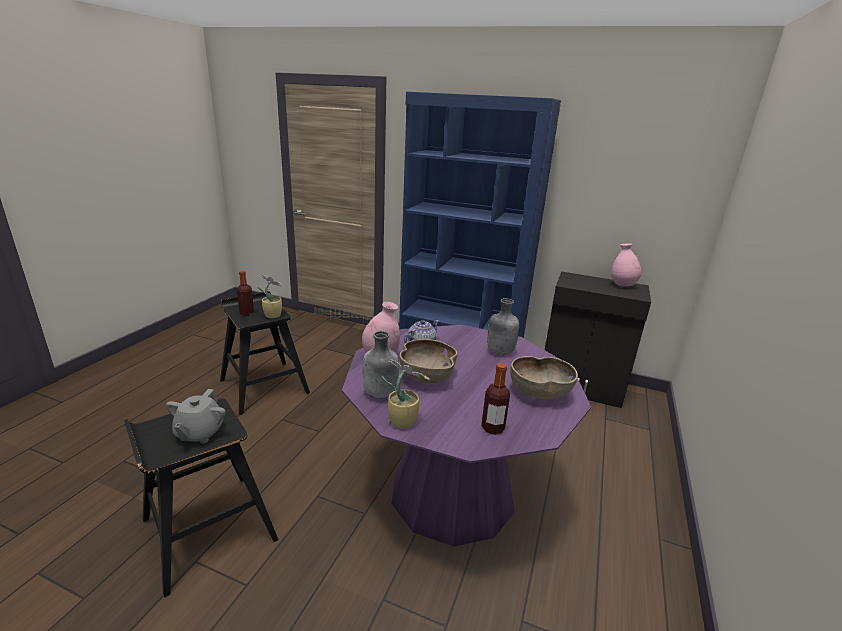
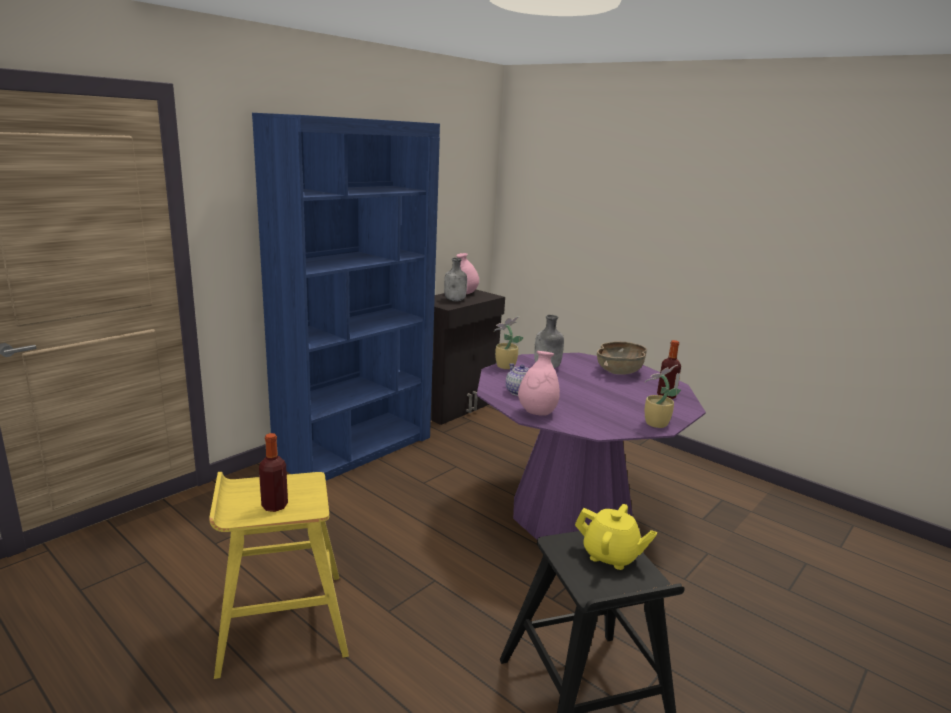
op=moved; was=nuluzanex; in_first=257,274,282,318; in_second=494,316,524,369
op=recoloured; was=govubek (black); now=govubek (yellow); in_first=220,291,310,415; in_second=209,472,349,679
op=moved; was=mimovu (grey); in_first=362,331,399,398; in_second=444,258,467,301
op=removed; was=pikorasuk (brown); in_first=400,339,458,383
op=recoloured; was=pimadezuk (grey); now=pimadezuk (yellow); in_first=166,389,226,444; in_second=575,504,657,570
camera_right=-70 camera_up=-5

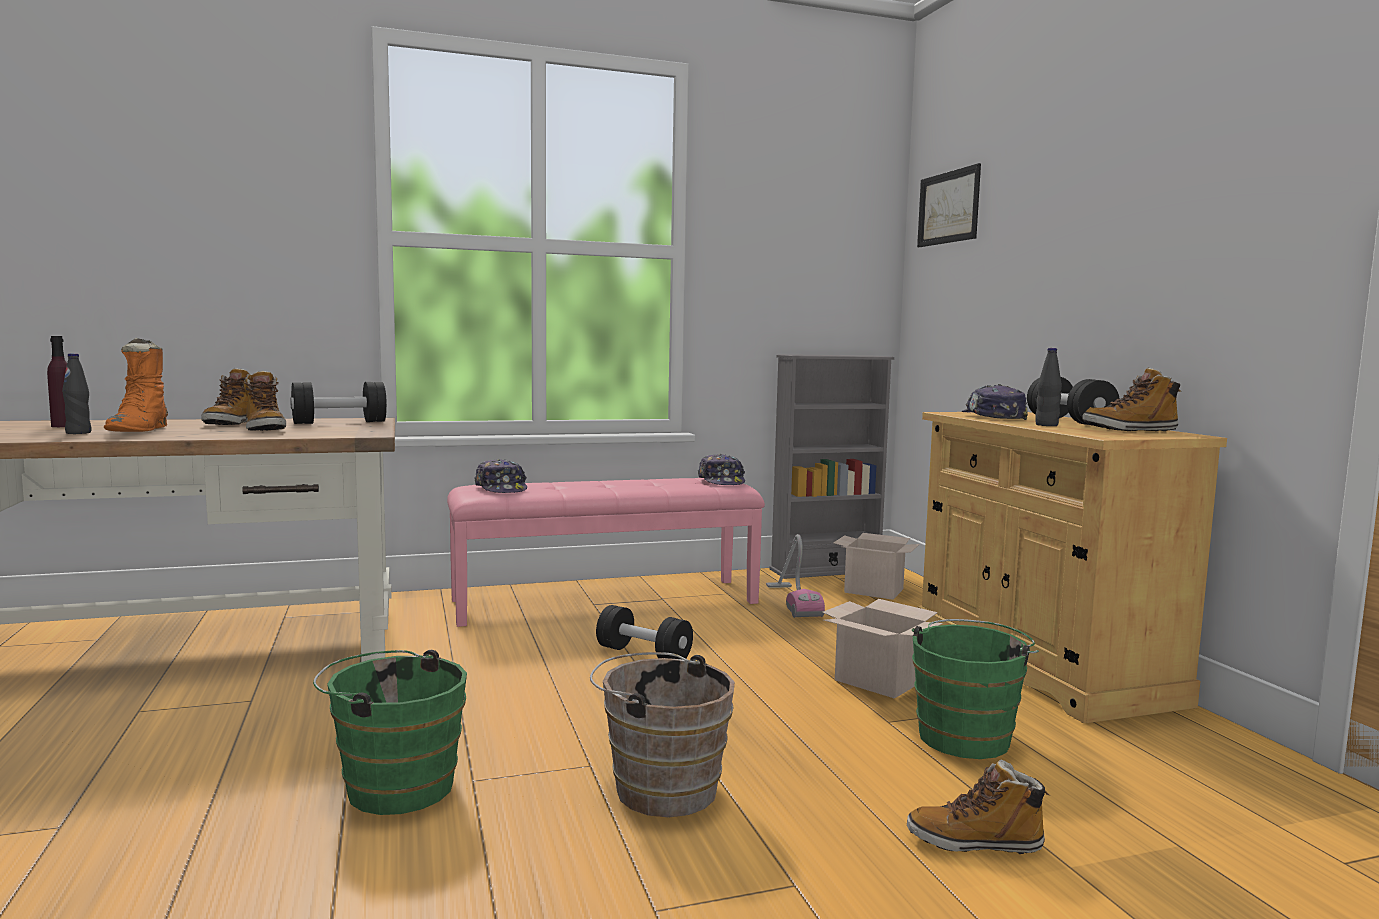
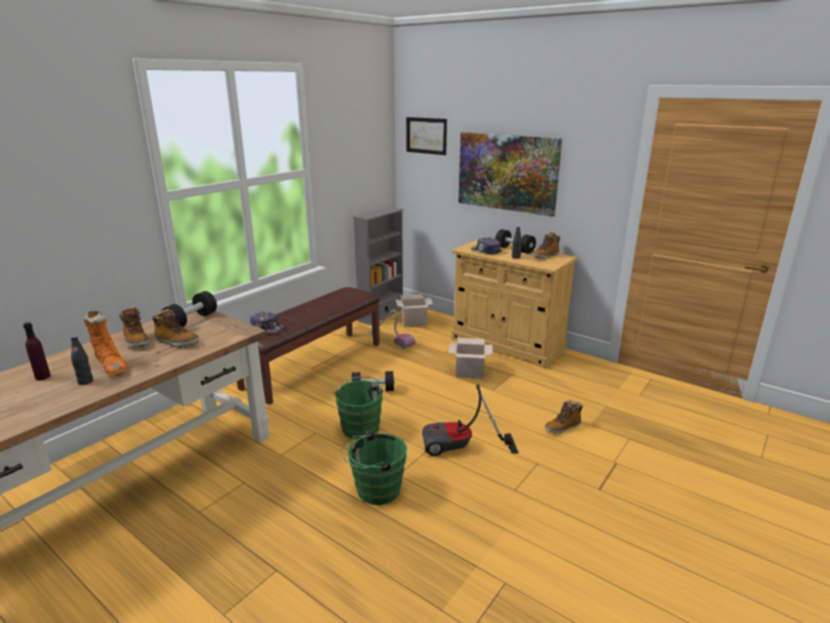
op=removed; was=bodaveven; in_first=698,453,745,485
op=recoloured; was=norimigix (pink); now=norimigix (brown); in_first=447,478,765,627; in_second=237,287,380,405
op=moved; was=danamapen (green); in_first=912,619,1039,759; in_second=333,377,386,440
op=replaced; was=danamapen (brown); now=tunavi; in_first=590,652,735,817; in_second=422,384,518,456
op=added; now=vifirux; in_second=458,132,562,217
camera_right=-35 camera_up=15

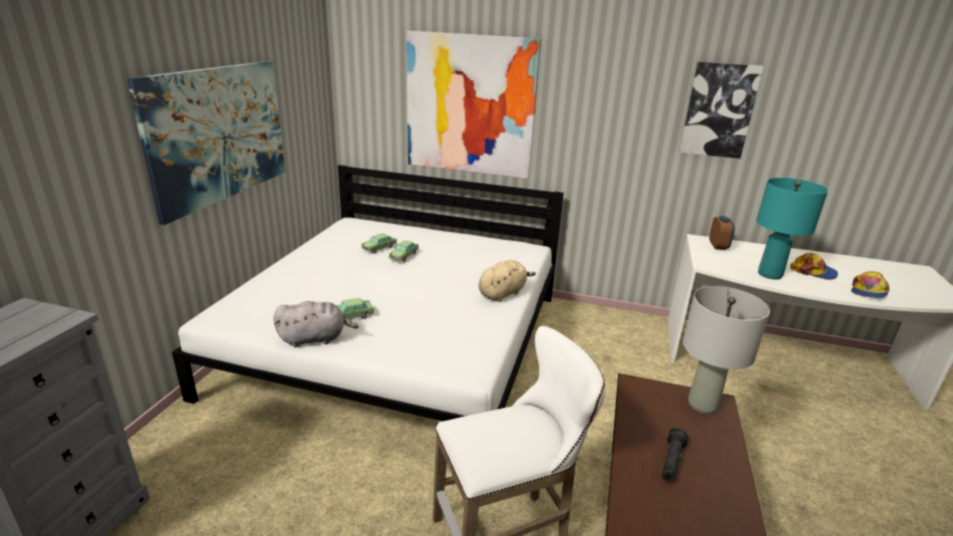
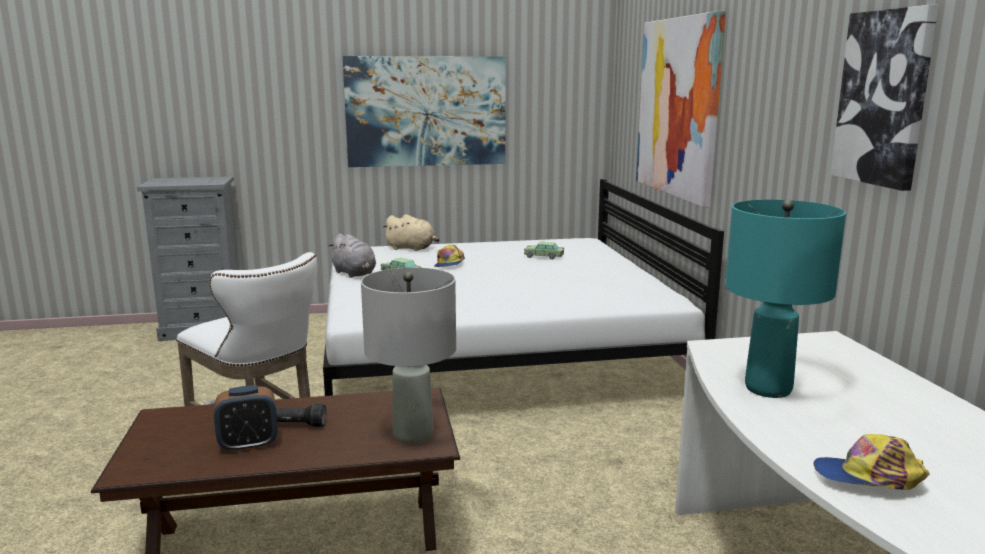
op=moved; was=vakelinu; in_first=709,216,735,250; in_second=214,385,278,453
op=removed; was=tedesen; in_first=389,240,418,262
op=moved; was=bodaveven; in_first=790,253,838,280; in_second=434,245,465,267
op=moved; was=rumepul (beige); in_first=479,260,536,302; in_second=382,214,440,251
camera_right=65 camera_up=-10

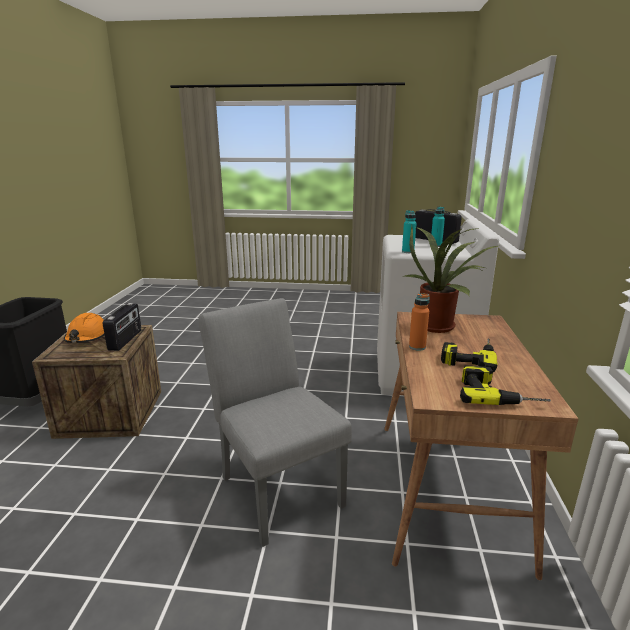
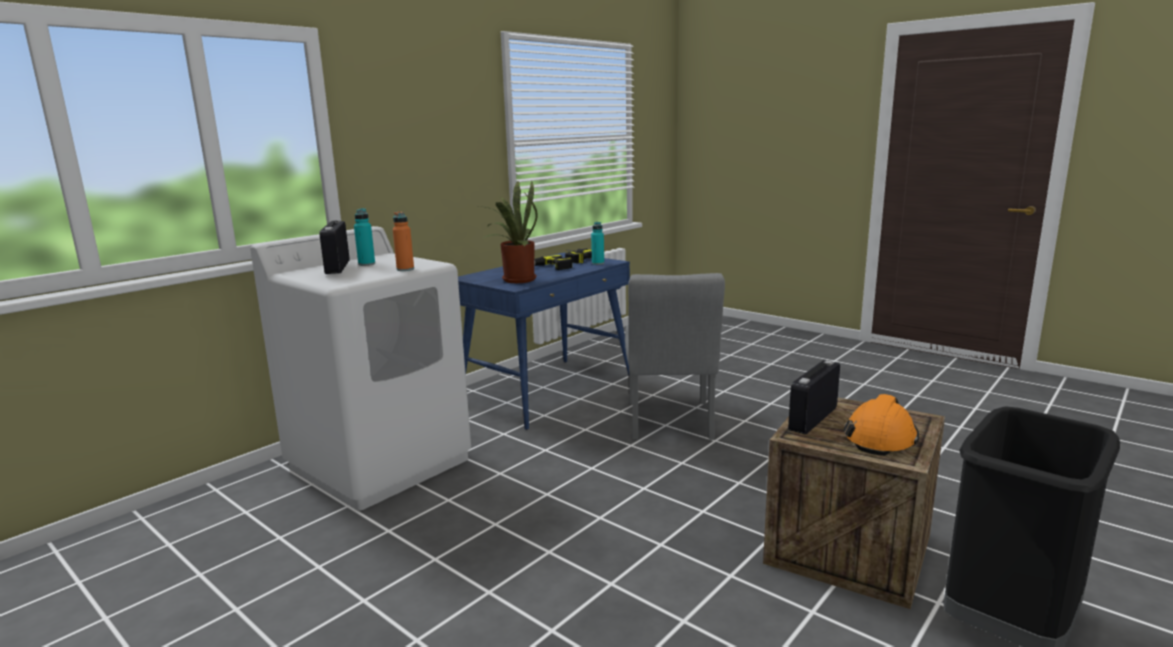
op=moved; was=mimovu (turquoise); in_first=402,210,417,253; in_second=591,222,604,265
op=moved; was=mimovu (orange); in_first=409,293,430,351; in_second=393,211,414,271
op=recoloured; was=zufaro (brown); now=zufaro (blue); in_first=384,312,579,580; in_second=458,253,630,430
camera_right=-145 camera_up=-5

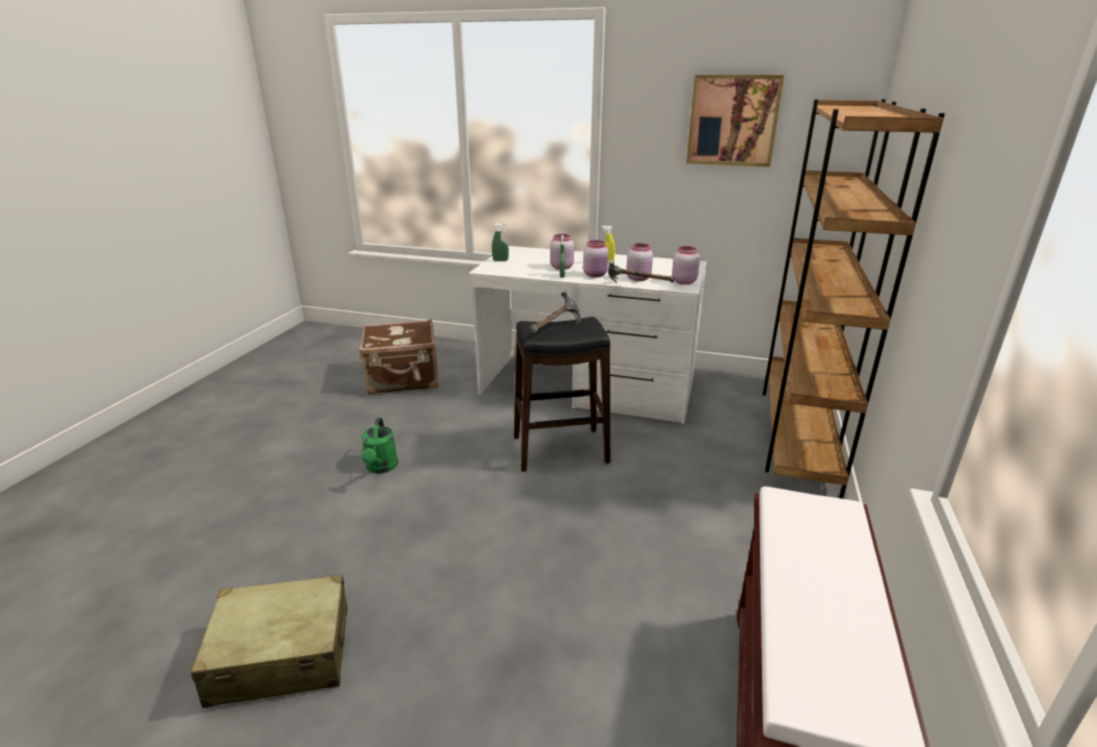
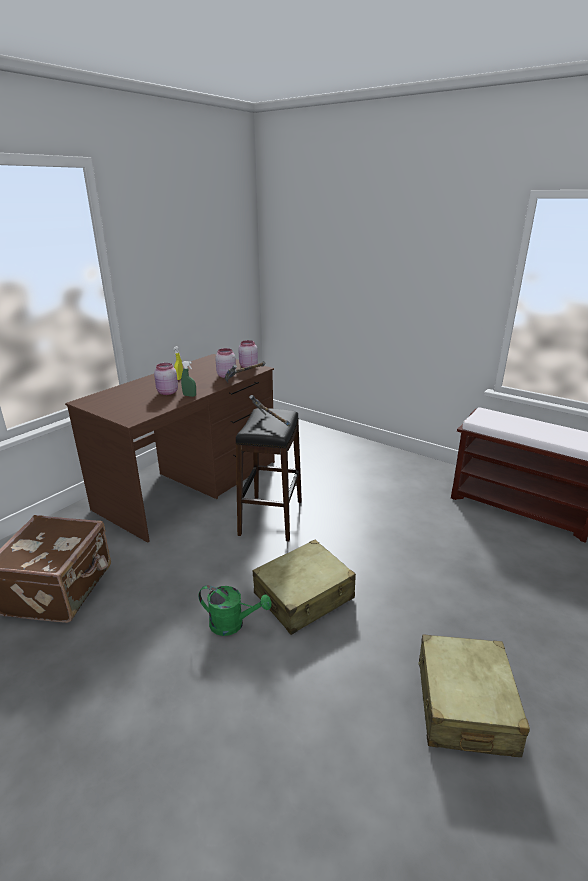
op=removed; was=vifirux; in_first=686,75,784,167
op=removed; was=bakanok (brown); in_first=762,99,945,499
op=removed; was=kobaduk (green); in_first=492,223,509,261
op=removed; was=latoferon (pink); in_first=583,240,608,277
op=recoloured; was=zufaro (white); now=zufaro (brown); in_first=469,246,707,424; in_second=65,354,275,543
op=added; now=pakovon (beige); in_second=253,540,356,635
camera_right=-70 camera_up=0

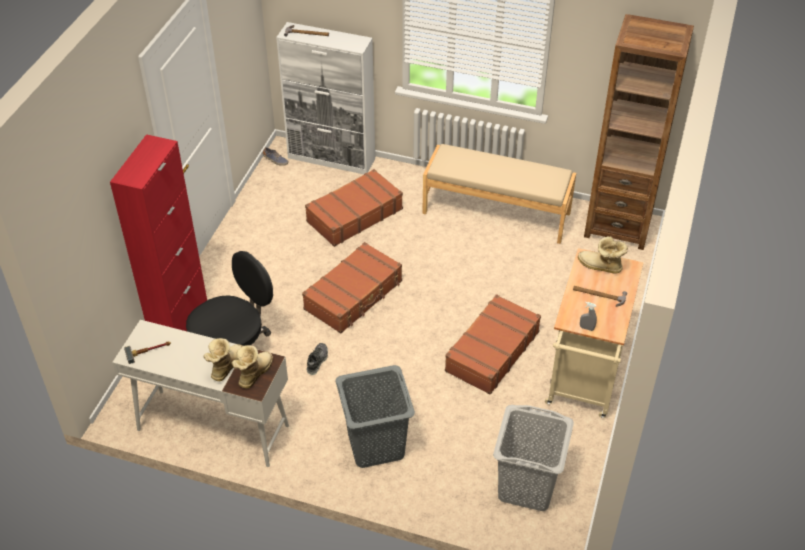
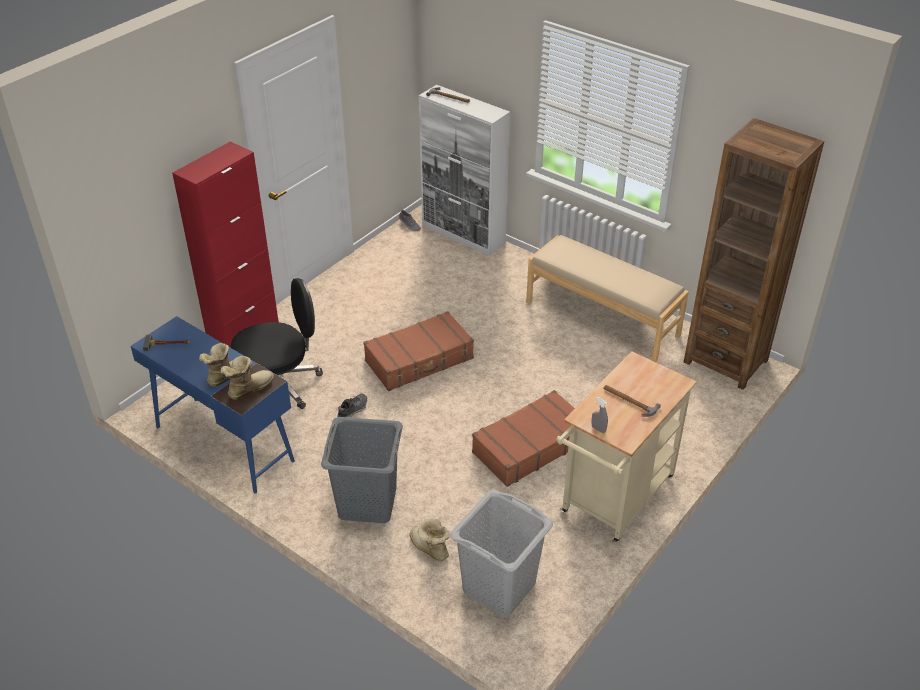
op=removed; was=pakovon (brown); in_first=305,169,403,247
op=moved; was=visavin; in_first=578,236,628,273; in_second=410,519,449,561
op=recoloured; was=zufaro (white); now=zufaro (blue); in_first=112,320,289,467; in_second=131,316,295,493
camera_right=20 camera_up=-5

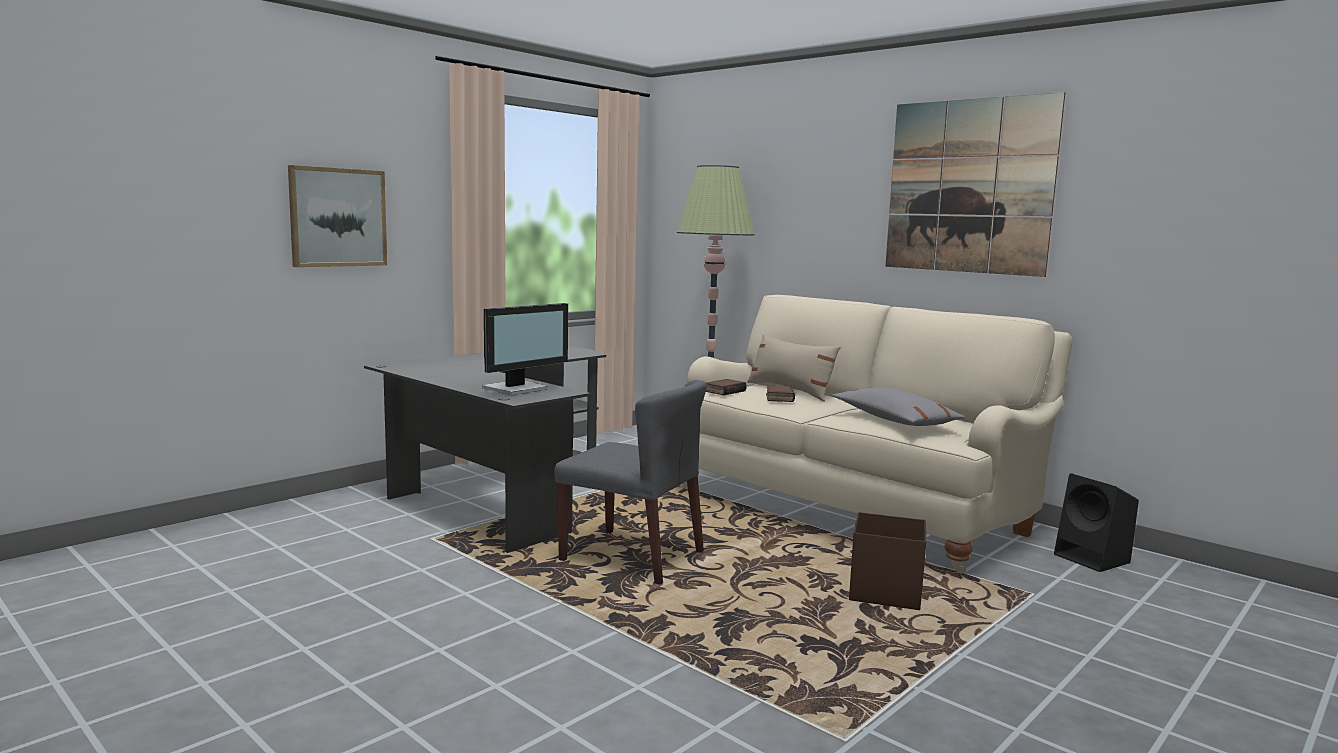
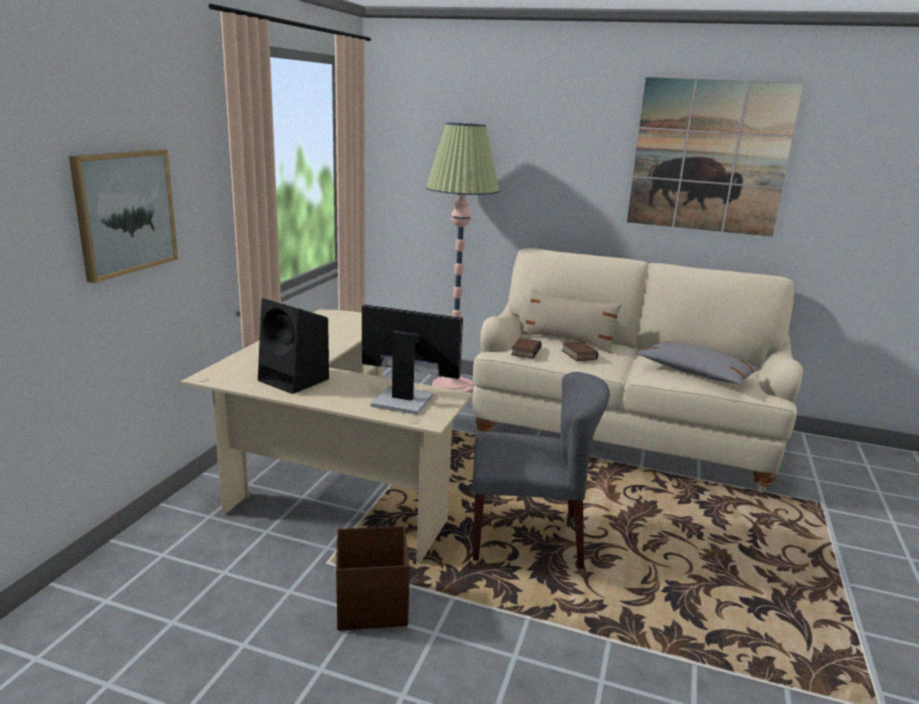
op=turned; was=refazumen; in_first=482,303,568,395; in_second=362,304,463,415; clockwise=-90
op=recoloured; was=zufaro (black); now=zufaro (beige); in_first=364,346,606,553; in_second=181,310,473,564
op=moved; was=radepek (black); in_first=1054,473,1139,572; in_second=258,298,329,394
op=moved; was=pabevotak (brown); in_first=849,512,926,610; in_second=336,526,410,631
camera_right=-25 camera_up=10

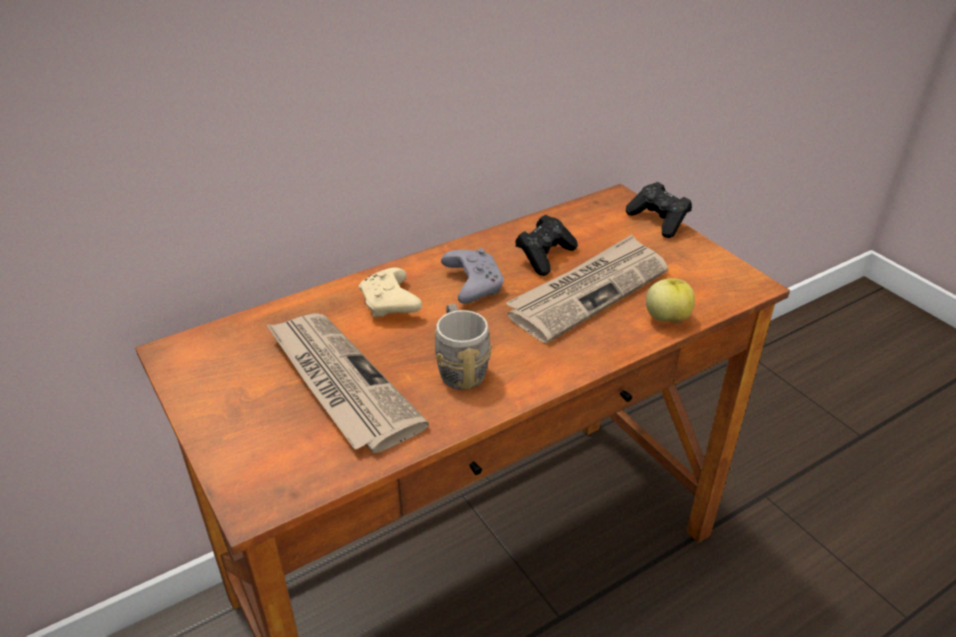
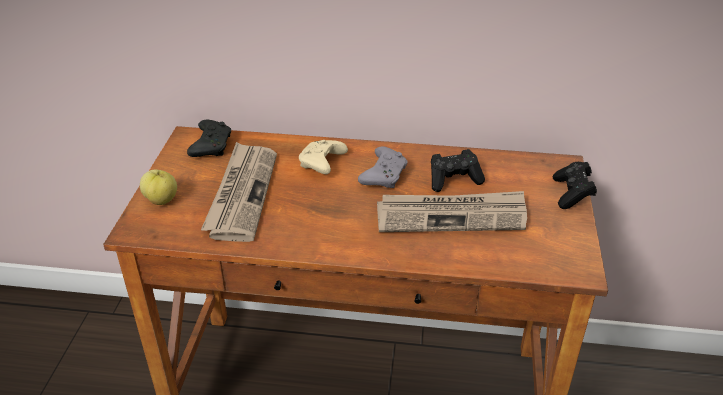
op=moved; was=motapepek; in_first=646,278,695,323; in_second=140,169,177,205
op=removed; was=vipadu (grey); in_first=435,304,492,390
op=added; now=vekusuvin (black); in_second=187,120,231,157
camera_right=40 camera_up=0

